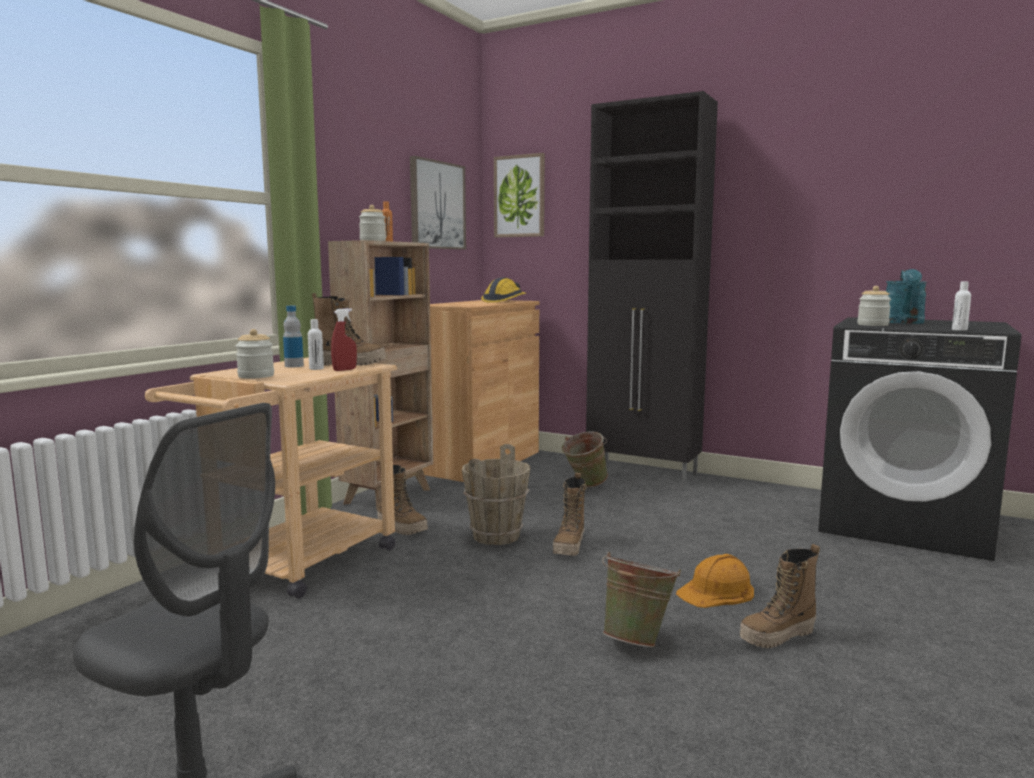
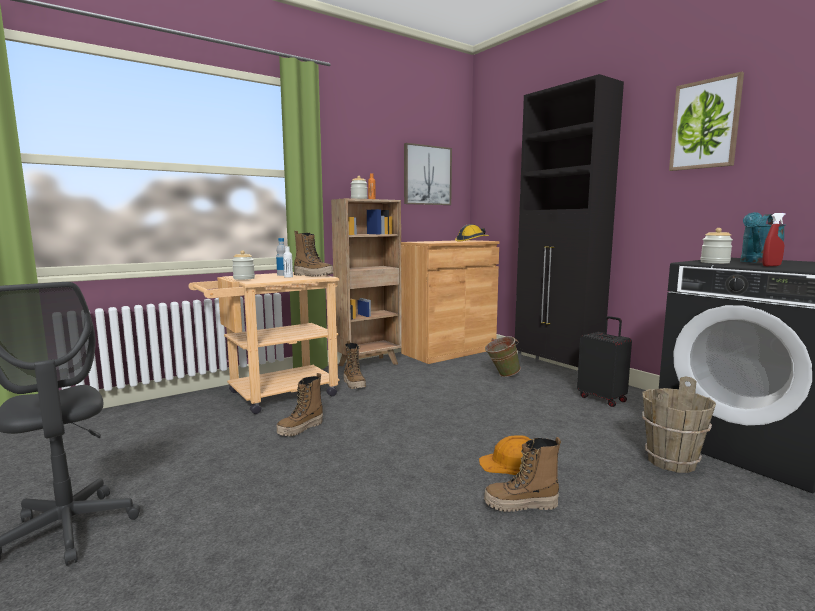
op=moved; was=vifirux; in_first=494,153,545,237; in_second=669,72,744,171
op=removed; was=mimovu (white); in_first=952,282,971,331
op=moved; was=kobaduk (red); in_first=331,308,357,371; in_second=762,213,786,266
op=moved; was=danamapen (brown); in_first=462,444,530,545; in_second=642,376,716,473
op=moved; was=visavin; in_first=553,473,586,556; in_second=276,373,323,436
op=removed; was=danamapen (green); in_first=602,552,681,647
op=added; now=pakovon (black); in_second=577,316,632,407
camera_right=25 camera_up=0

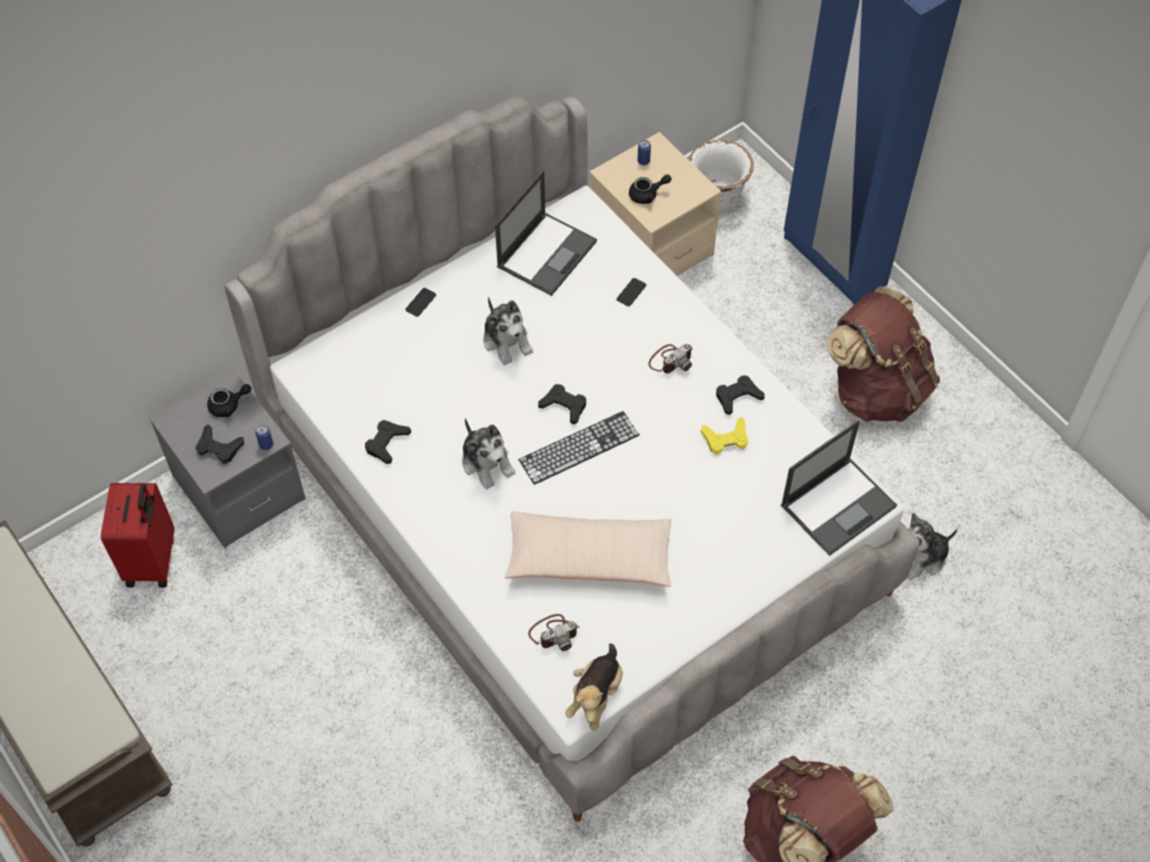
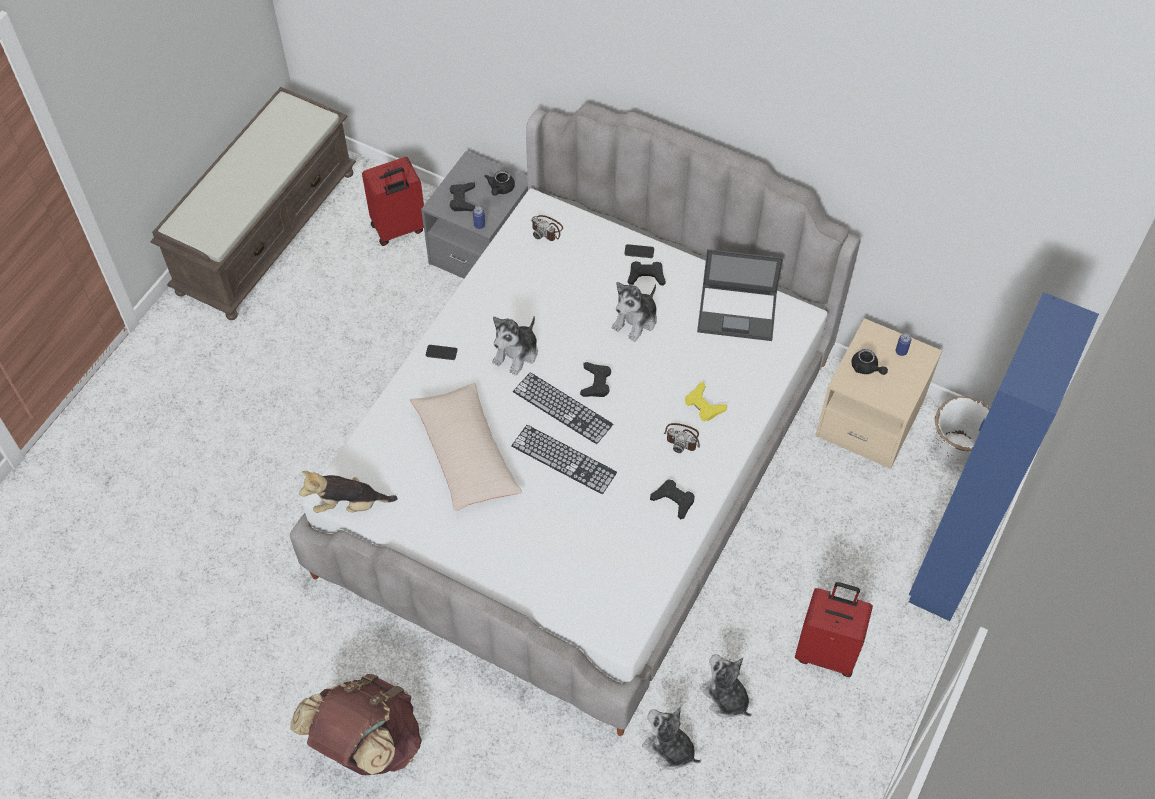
op=moved; was=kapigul; in_first=616,278,646,306; in_second=426,345,457,360
op=replaced; was=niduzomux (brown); now=pakovon (red); in_first=826,286,940,422; in_second=795,582,873,677
op=turned; was=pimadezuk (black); in_first=207,384,251,417; in_second=484,171,515,196; clockwise=60
op=moved; was=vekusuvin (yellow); in_first=701,417,748,455; in_second=685,382,727,421
op=moved; was=vekusuvin (black); in_first=365,420,411,464; in_second=628,261,666,286
op=removed; was=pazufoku; in_first=781,420,897,556
op=moved; was=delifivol; in_first=528,614,580,651; in_second=531,215,563,241
op=added; now=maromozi; in_second=511,425,617,494
op=added; now=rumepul; in_second=700,654,752,718
camera_right=65 camera_up=0

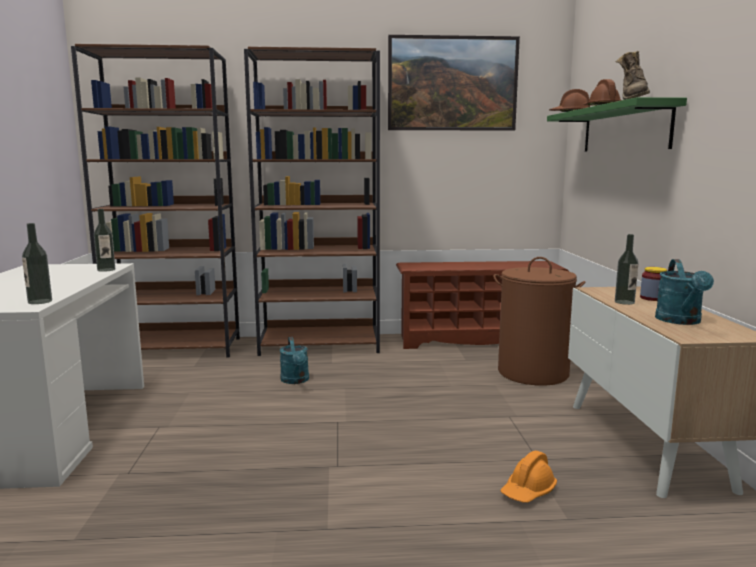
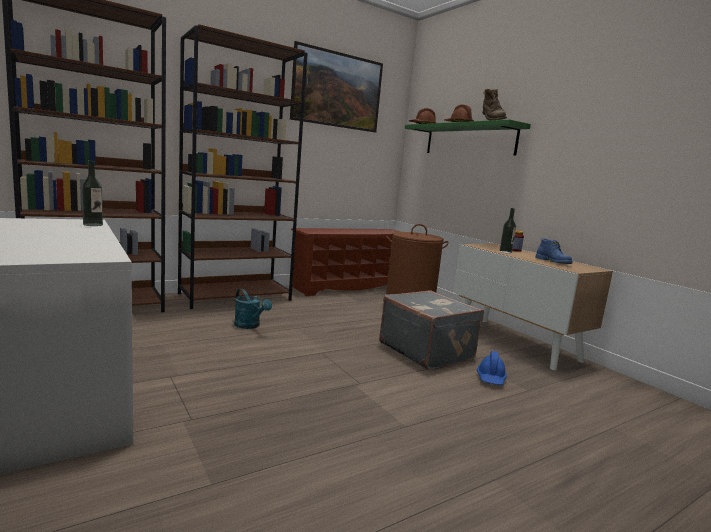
op=removed; was=mimovu; in_first=22,223,52,304
op=replaced; was=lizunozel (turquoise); now=visavin (blue); in_first=655,259,714,325; in_second=535,238,573,264
op=recoloured; was=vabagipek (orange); now=vabagipek (blue); in_first=500,451,557,503; in_second=477,351,507,385
op=added; now=pakovon (grey); in_second=379,290,484,370
camera_right=-30 camera_up=0

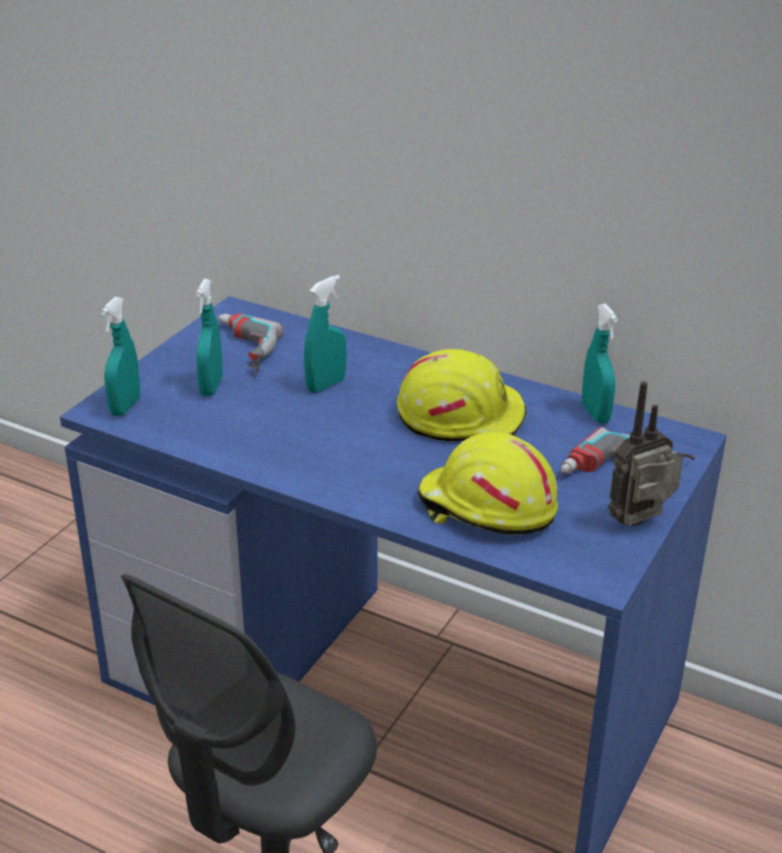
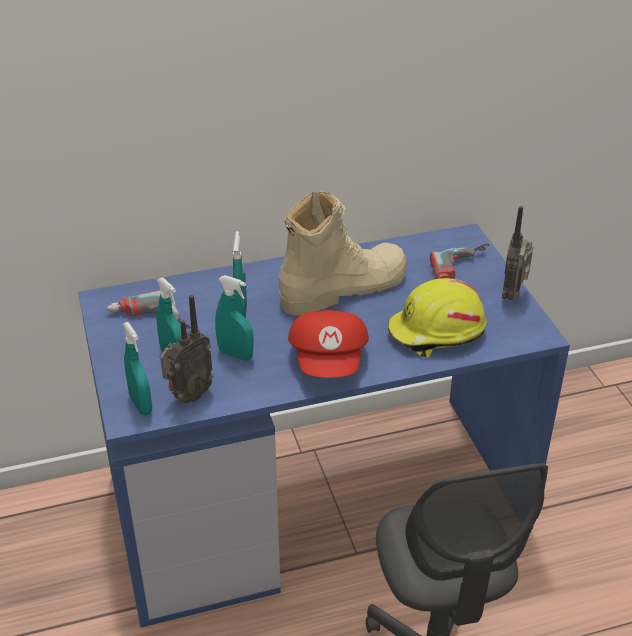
op=moved; was=kobaduk (turquoise); in_first=582,303,618,423; in_second=215,275,254,361
op=replaced; was=vabagipek (yellow); now=visavin (beige); in_first=397,349,527,441; in_second=279,192,407,316
op=added; now=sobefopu; in_second=160,295,213,403
op=added; now=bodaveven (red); in_second=288,310,369,378
camera_right=-45 camera_up=5

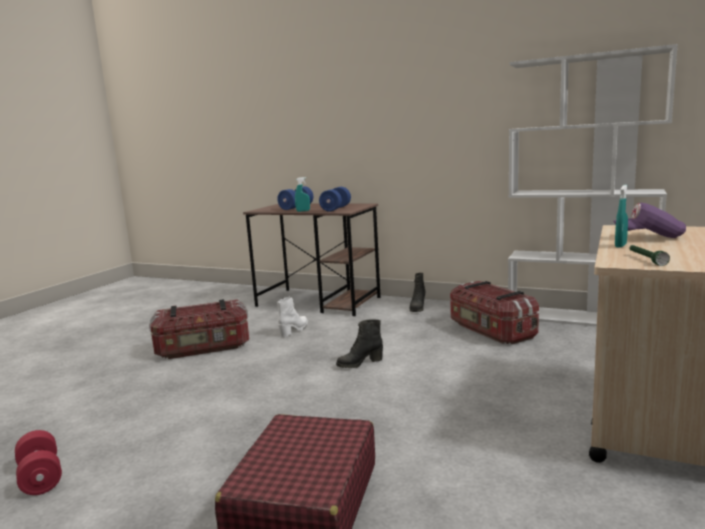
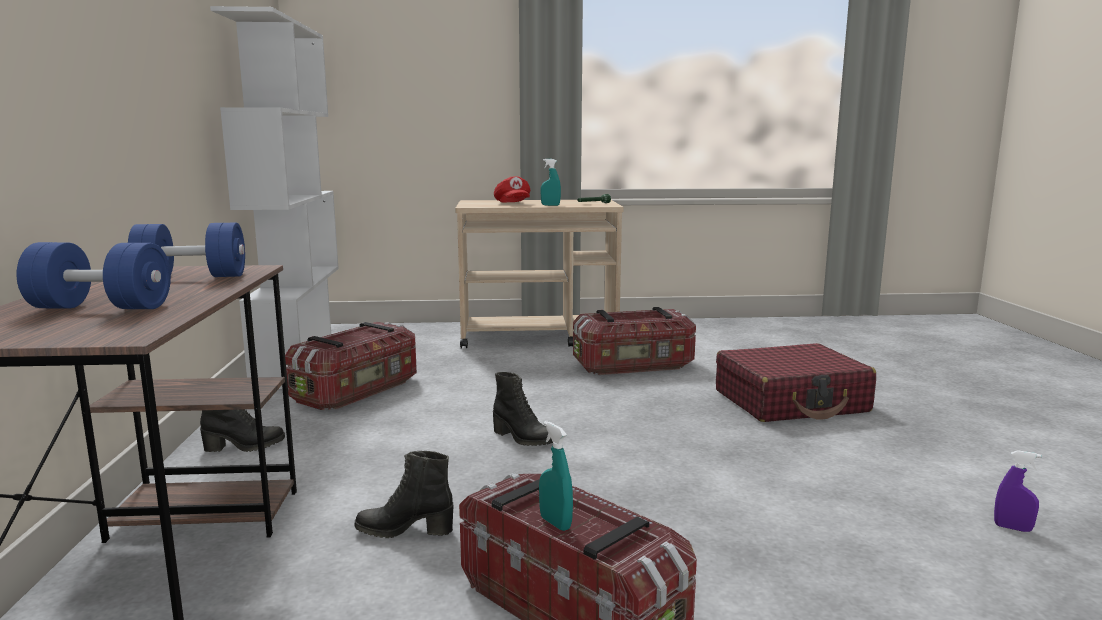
op=moved; was=kobaduk (turquoise); in_first=295,177,310,212; in_second=539,421,573,531
op=recoloured; was=bodaveven (purple); now=bodaveven (red); in_first=613,203,686,238; in_second=494,176,531,203
op=recoloured; was=visavin (white); now=visavin (black); in_first=277,297,308,337; in_second=355,451,453,538
op=replaced; was=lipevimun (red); now=kobaduk (purple); in_first=15,430,62,495; in_second=994,450,1041,532
op=added; now=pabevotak; in_second=573,307,696,375
camera_right=-120 camera_up=0

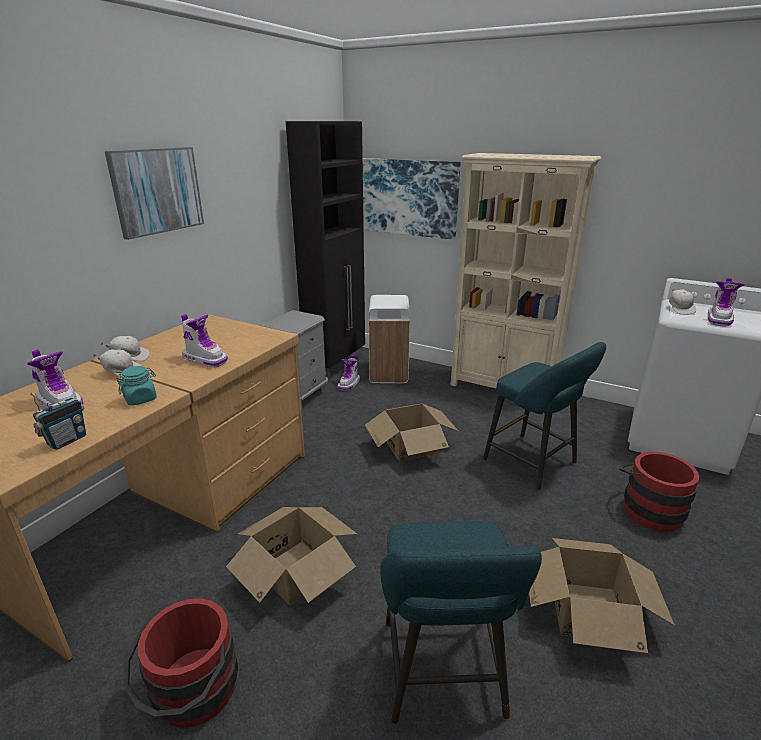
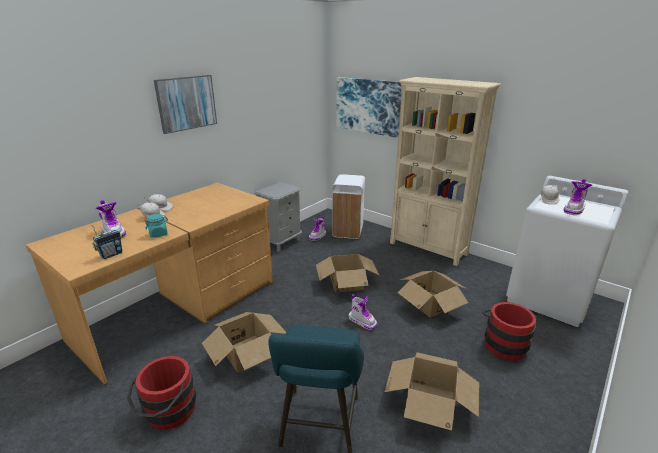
op=removed; was=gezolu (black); in_first=286,121,365,382
op=moved; was=visavin; in_first=181,314,228,368; in_second=349,294,378,330
op=replaced; was=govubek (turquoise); now=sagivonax; in_first=483,342,606,491; in_second=397,271,469,318
camera_right=10 camera_up=0

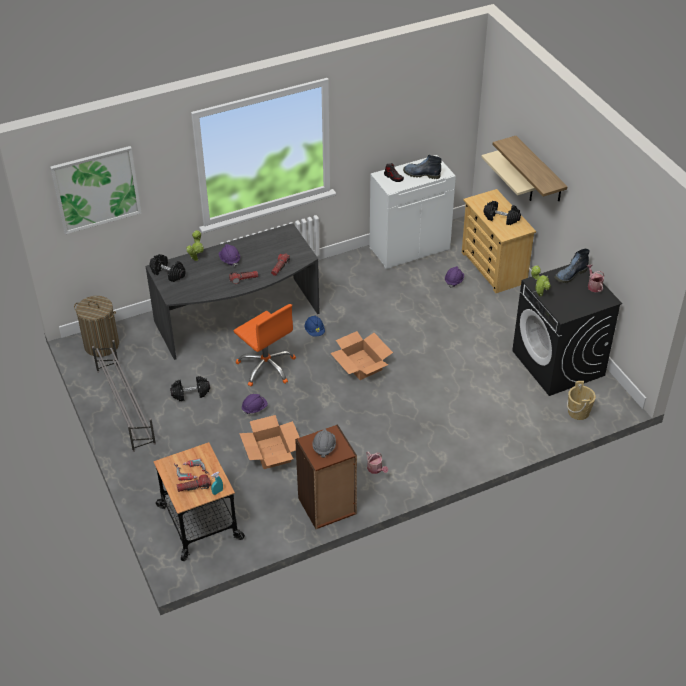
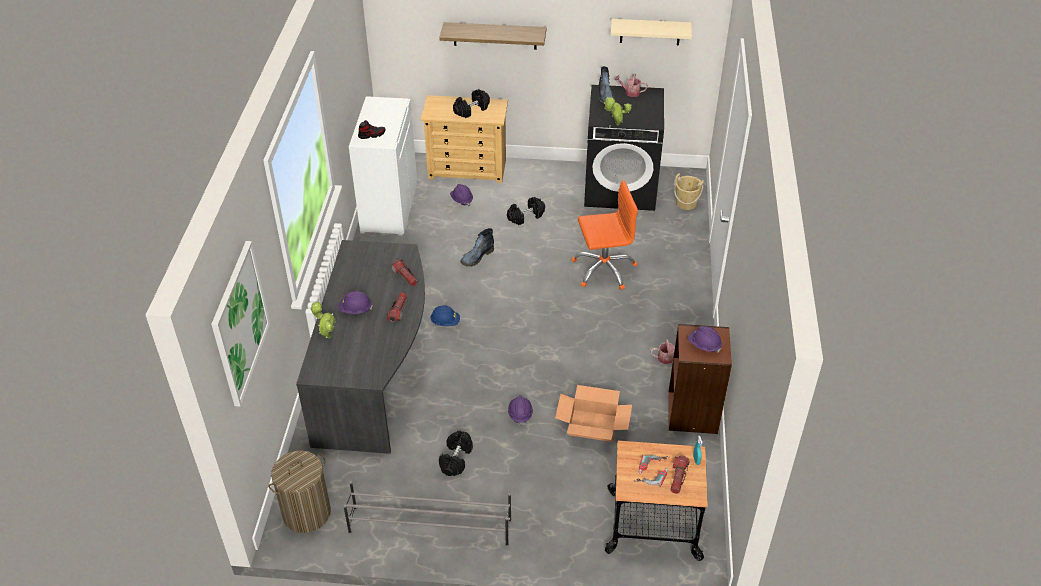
op=moved; was=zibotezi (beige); in_first=481,150,536,201; in_second=611,19,692,45
op=moved; was=visavin; in_first=403,155,442,179; in_second=460,228,494,267
op=moved; was=lipevimun (black); in_first=149,254,185,282; in_second=507,197,545,225
op=moved; was=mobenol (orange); in_first=234,304,296,387; in_second=572,180,638,290
op=removed; was=sagivonax; in_first=330,331,393,380
op=recoloured; was=vabagipek (grey); now=vabagipek (purple); in_first=312,429,336,458; in_second=688,326,722,352
camera_right=-60 camera_up=0

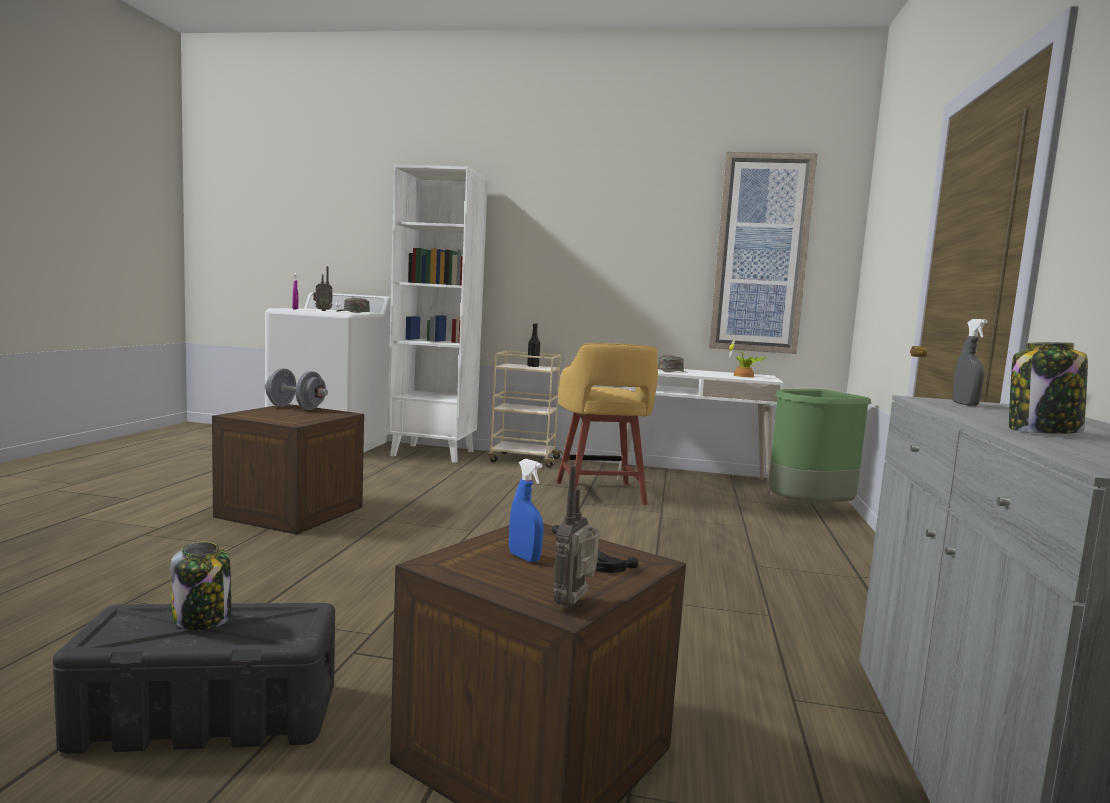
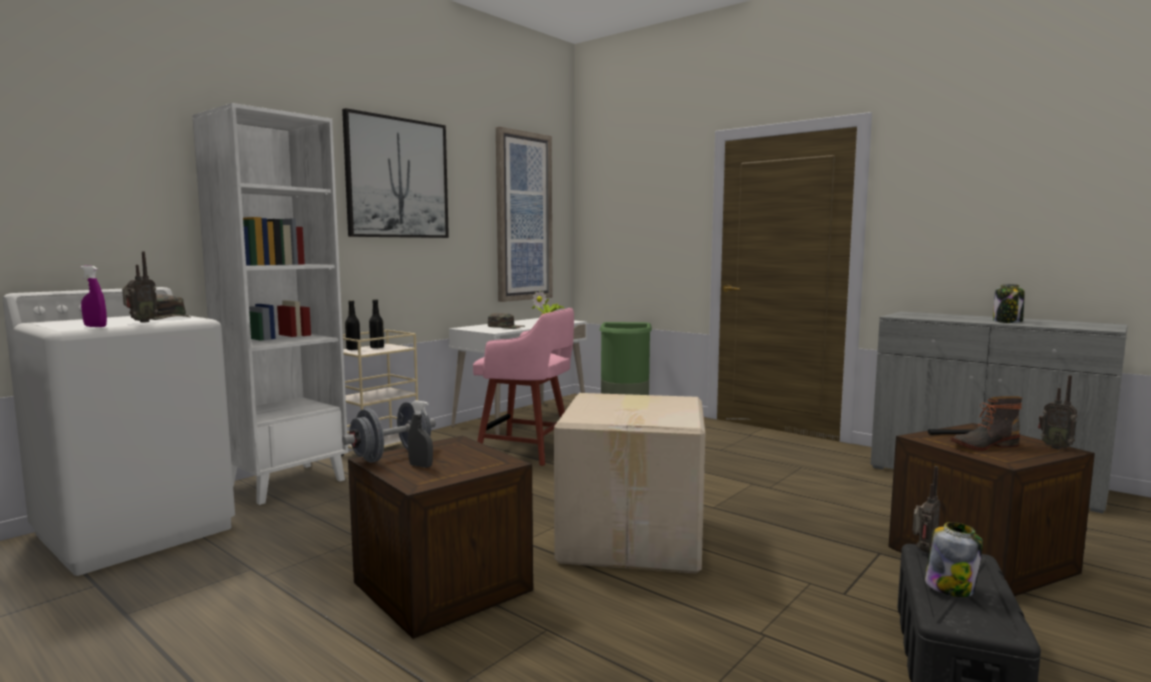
op=moved; was=kobaduk (grey); in_first=952,319,988,406; in_second=408,400,433,468
op=recoloured; was=govubek (yellow); now=govubek (pink); in_first=557,343,658,505; in_second=473,308,574,466
op=replaced; was=kobaduk (blue); now=visavin; in_first=509,459,544,562; in_second=950,396,1022,451
op=added; now=vifirux; in_second=342,108,449,238
op=added; now=mimovu (black); in_second=345,300,361,350
op=added; now=sagivonax; in_second=554,393,705,574
op=added; now=sobefopu; in_second=913,466,941,553
camera_right=-60 camera_up=0

